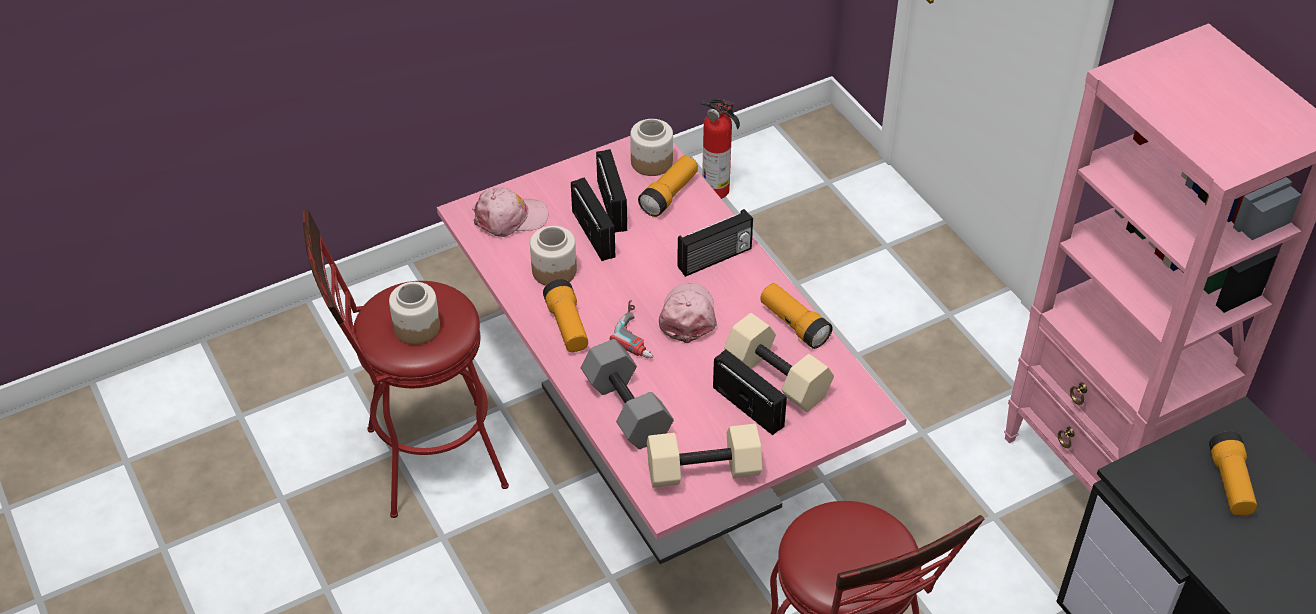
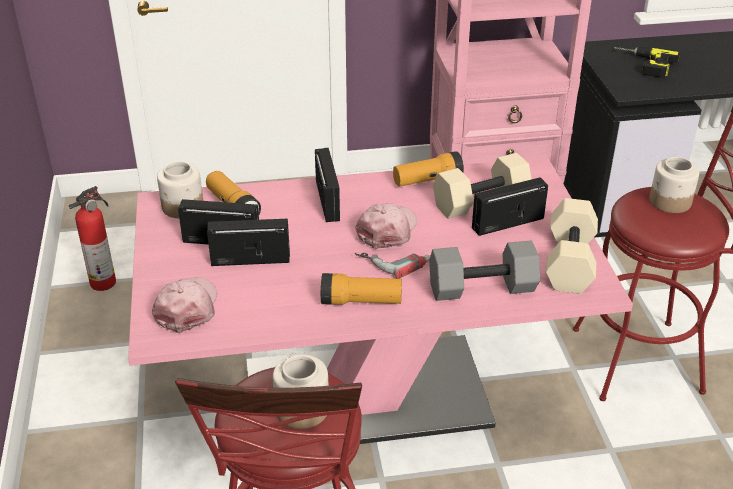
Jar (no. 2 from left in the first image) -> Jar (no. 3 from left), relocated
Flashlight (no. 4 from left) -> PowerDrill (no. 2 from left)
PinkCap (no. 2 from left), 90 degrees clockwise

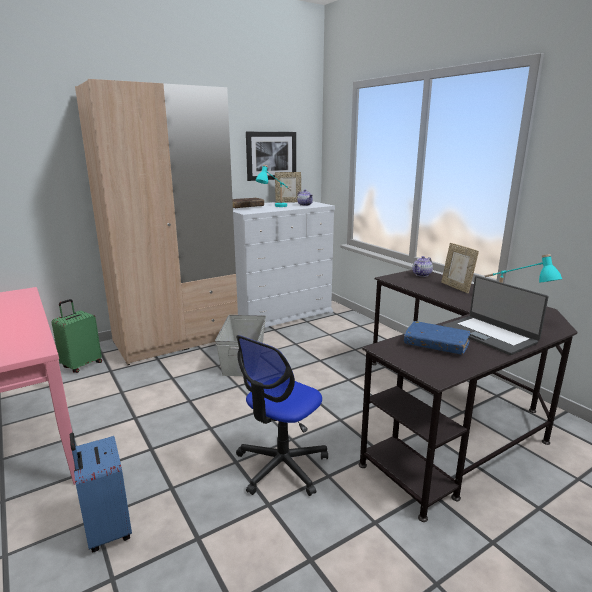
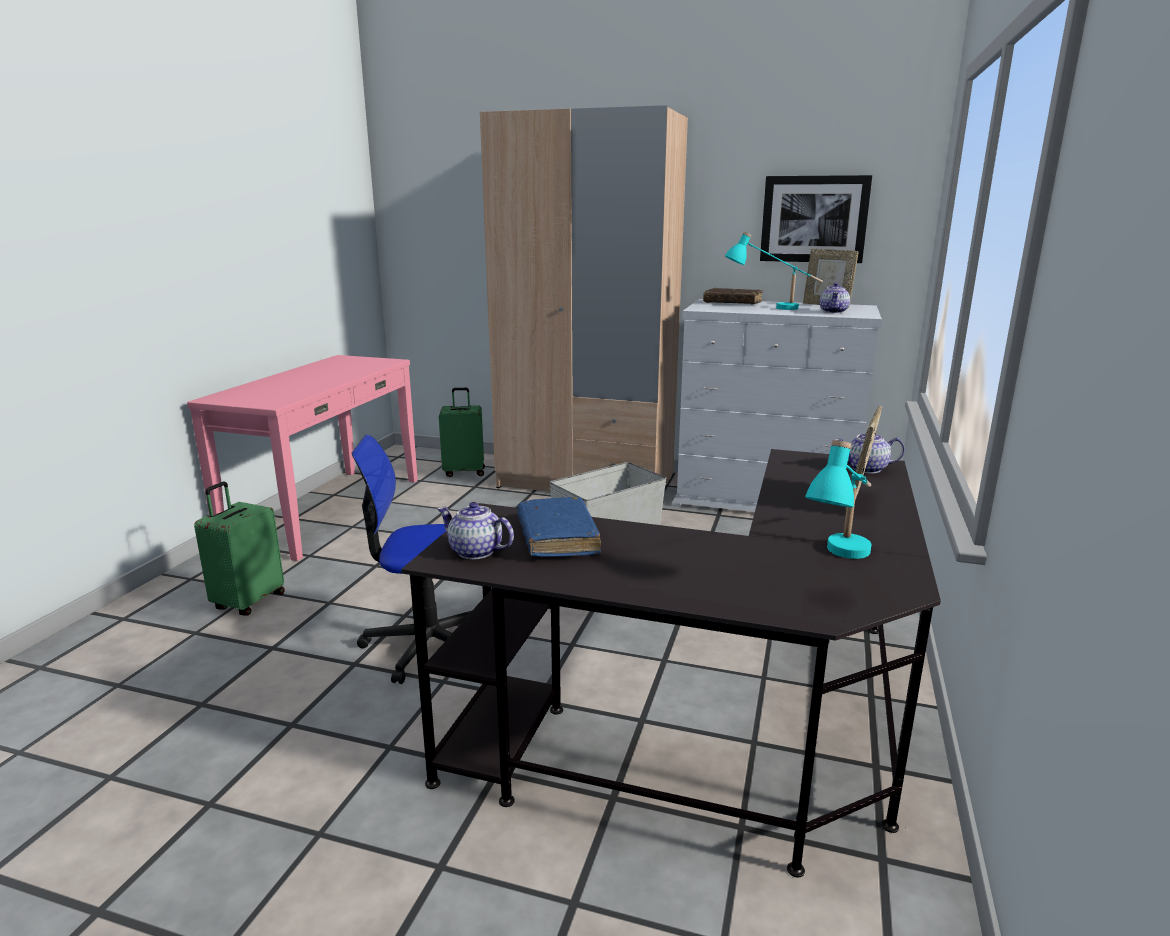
Laptop -> none
none -> Teapot (no. 1 from left)
BlueSuitcase -> GreenSuitcase (no. 1 from left)

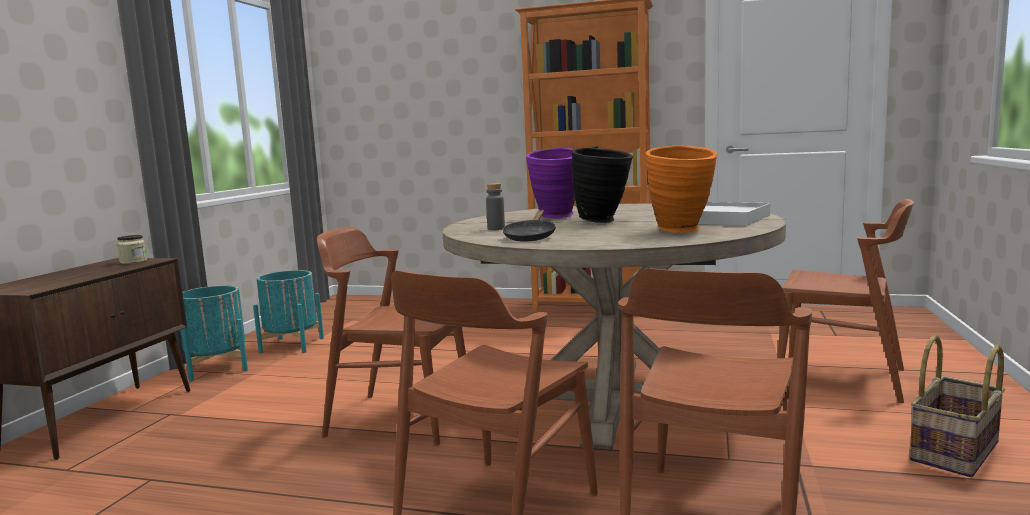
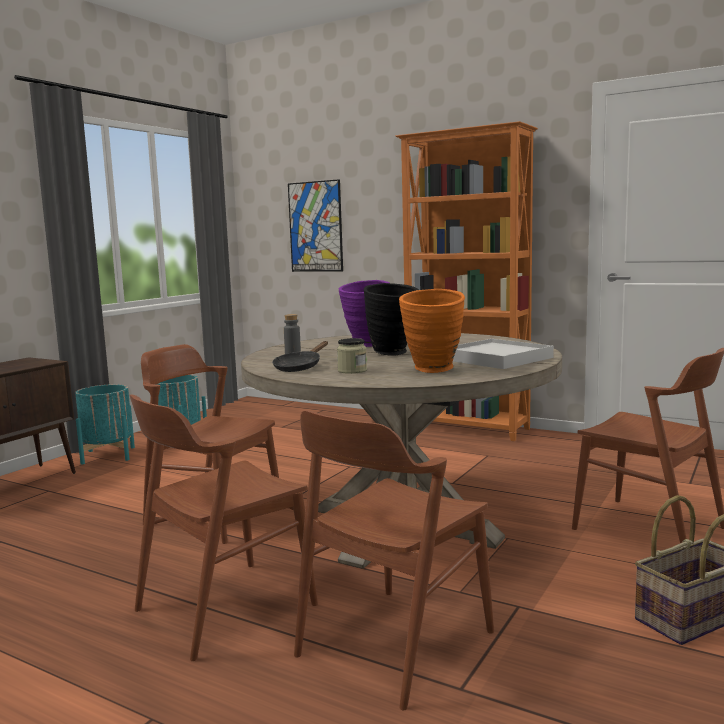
none -> Picture
Jar, relocated

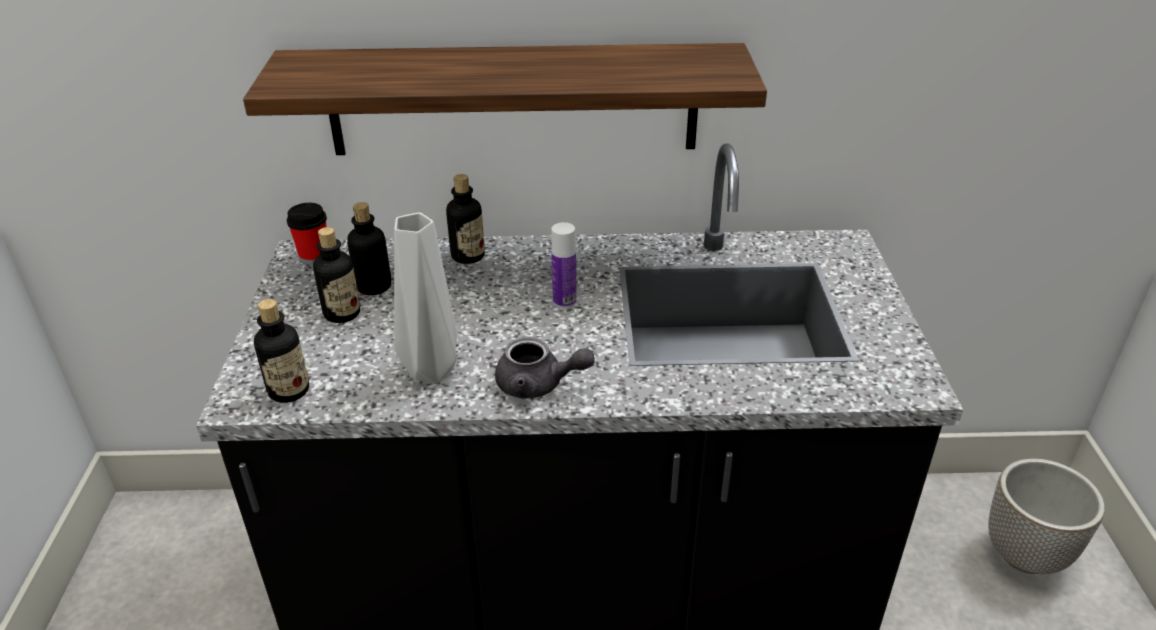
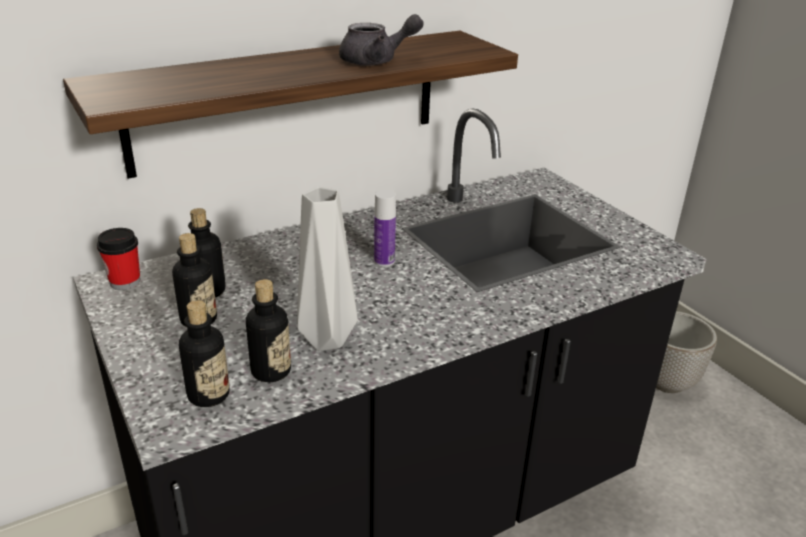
Bottle (no. 4 from left), relocated
GreyTeapot, relocated

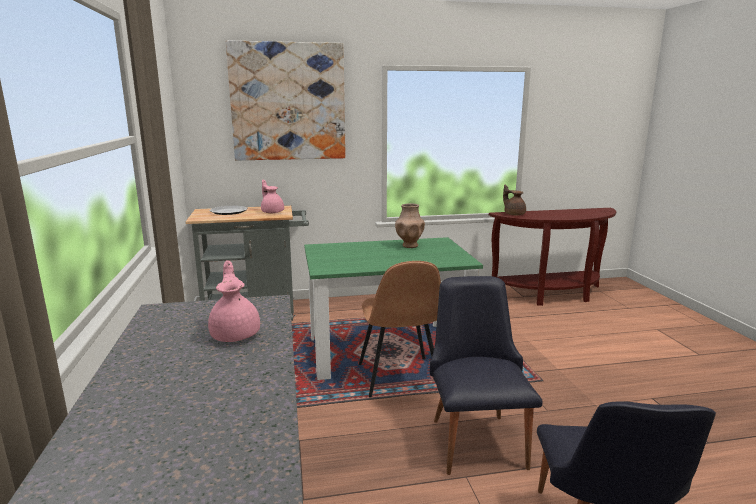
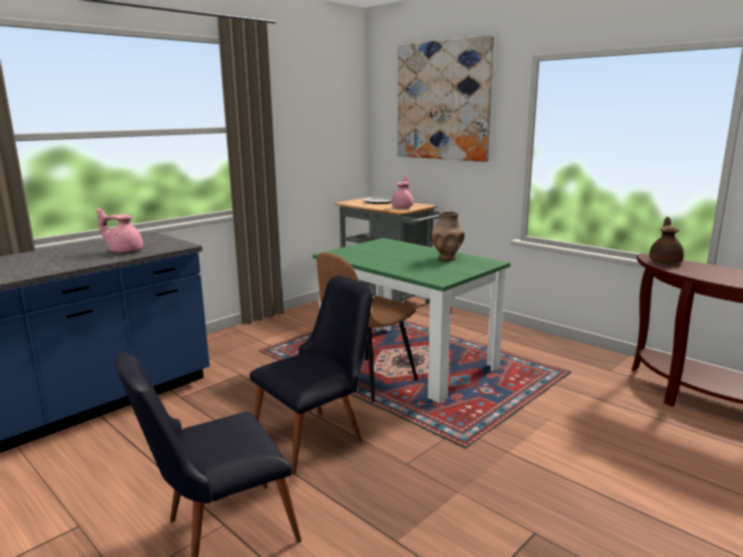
PinkTeapot (no. 1 from left), 120 degrees counterclockwise

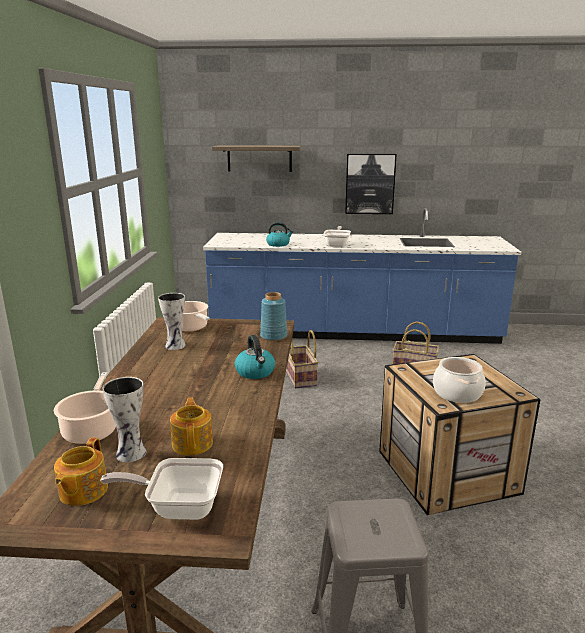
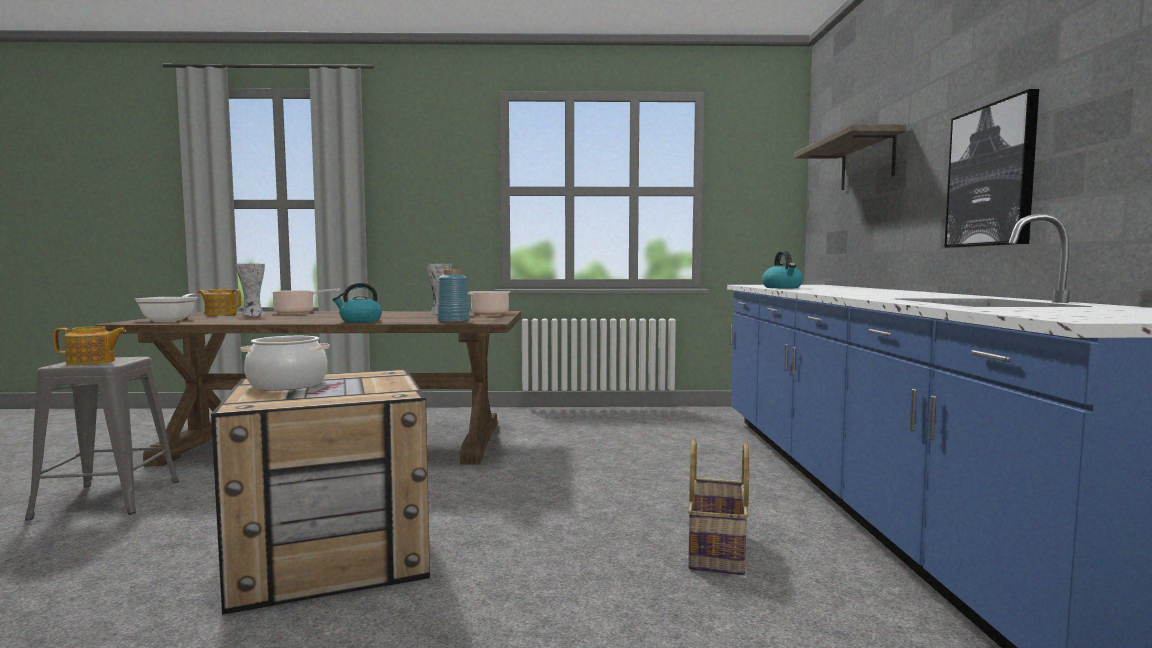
Basket (no. 1 from left) -> none
FryingPan (no. 2 from left) -> none
Teapot (no. 2 from left in the first image) -> Teapot (no. 1 from left), relocated

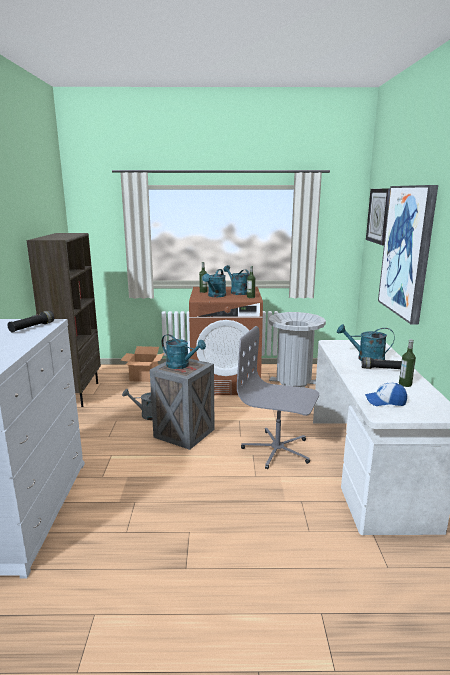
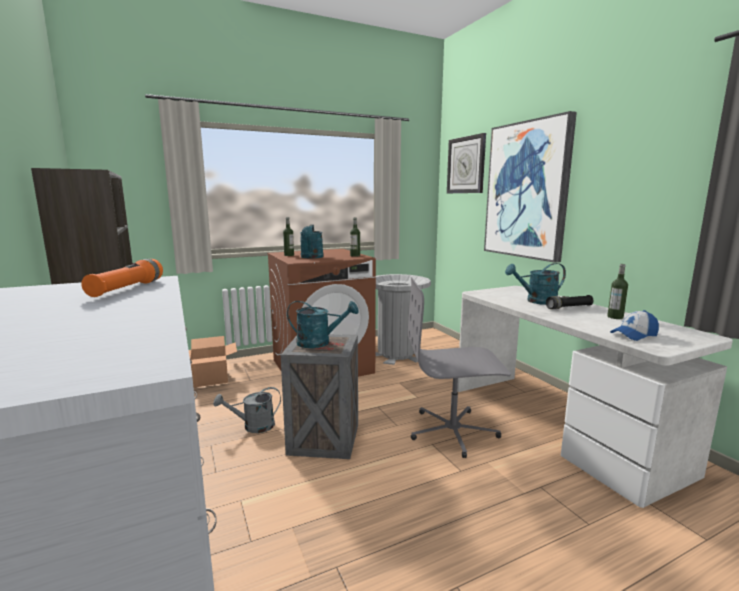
TurquoiseWateringCan (no. 3 from left) -> none
BlackFlashlight (no. 1 from left) -> OrangeFlashlight

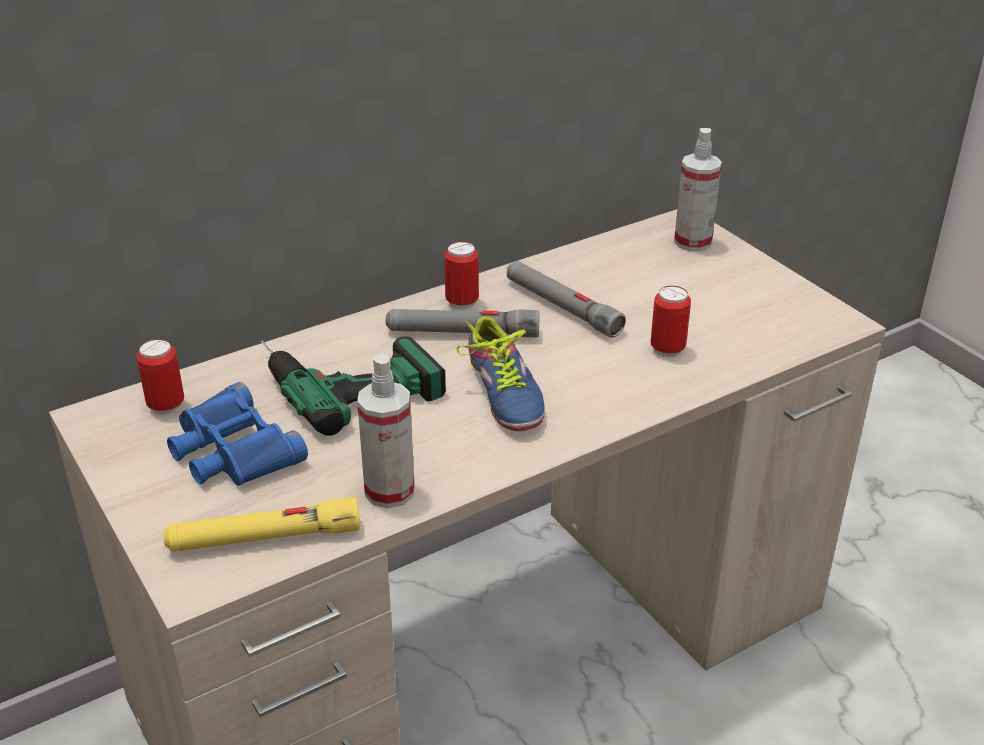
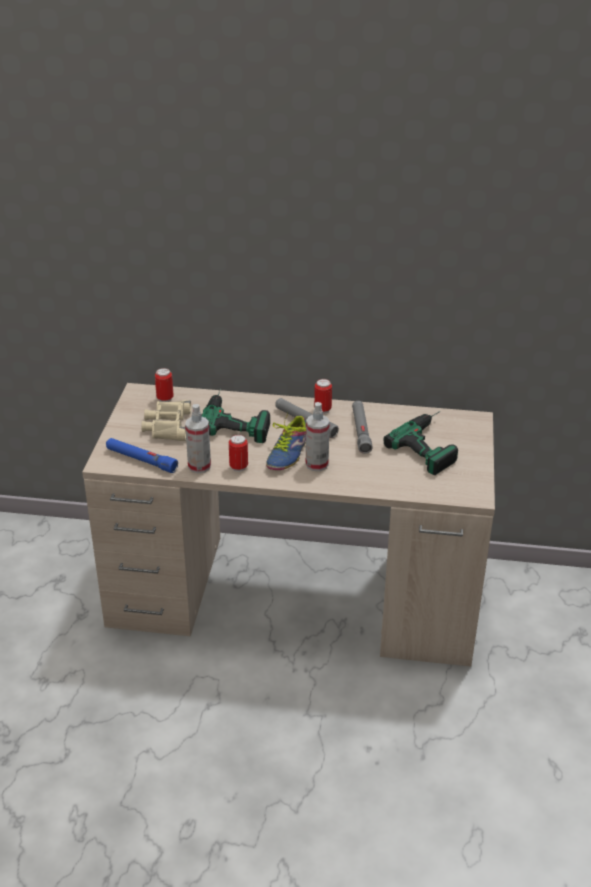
none -> PowerDrill (no. 2 from left)
Can (no. 3 from left in the first image) -> Can (no. 2 from left), relocated
SprayBottle (no. 2 from left), relocated
YellowFlashlight -> BlueFlashlight
BlueBinoculars -> BeigeBinoculars

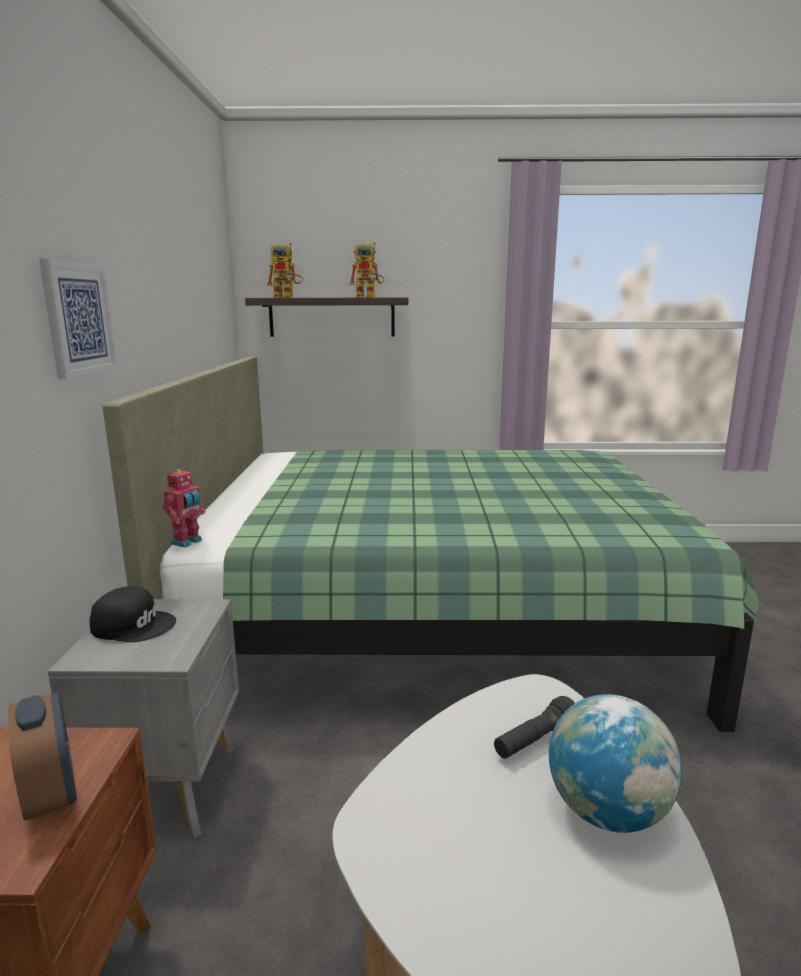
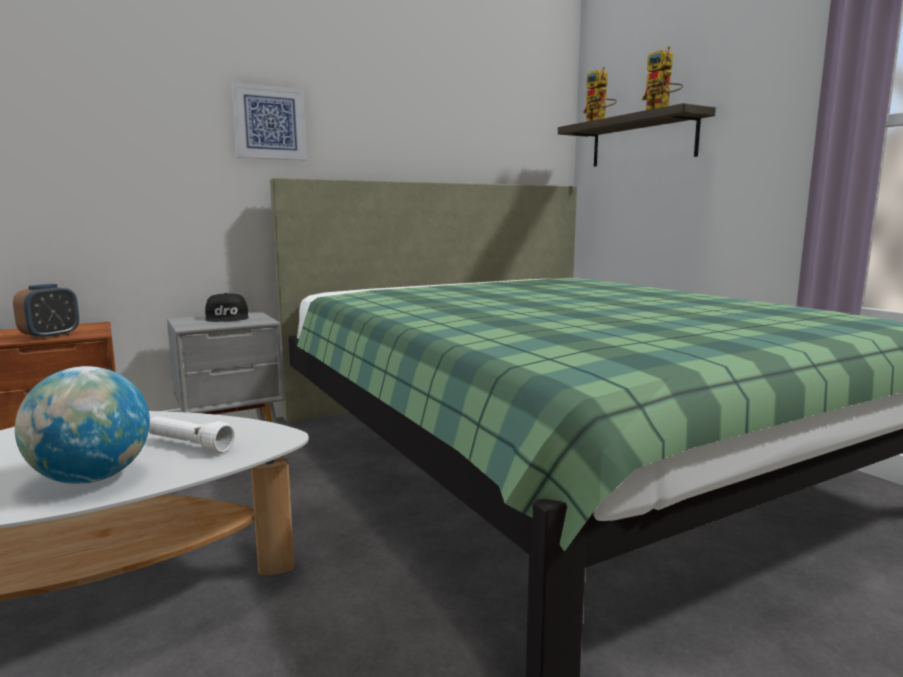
ToyRobot (no. 1 from left) -> none
BlackFlashlight -> WhiteFlashlight

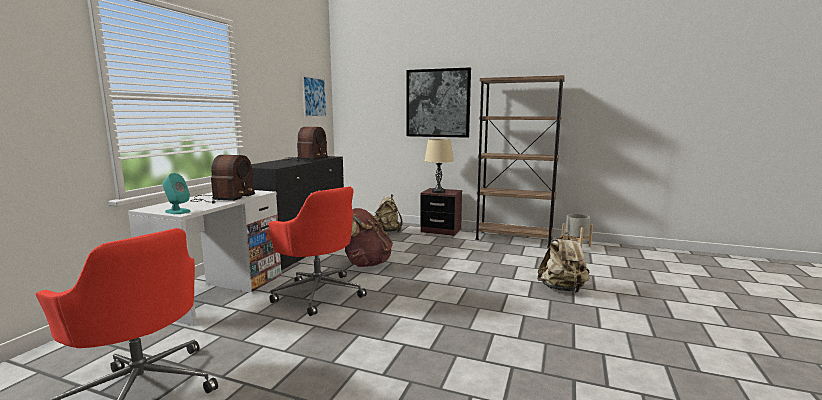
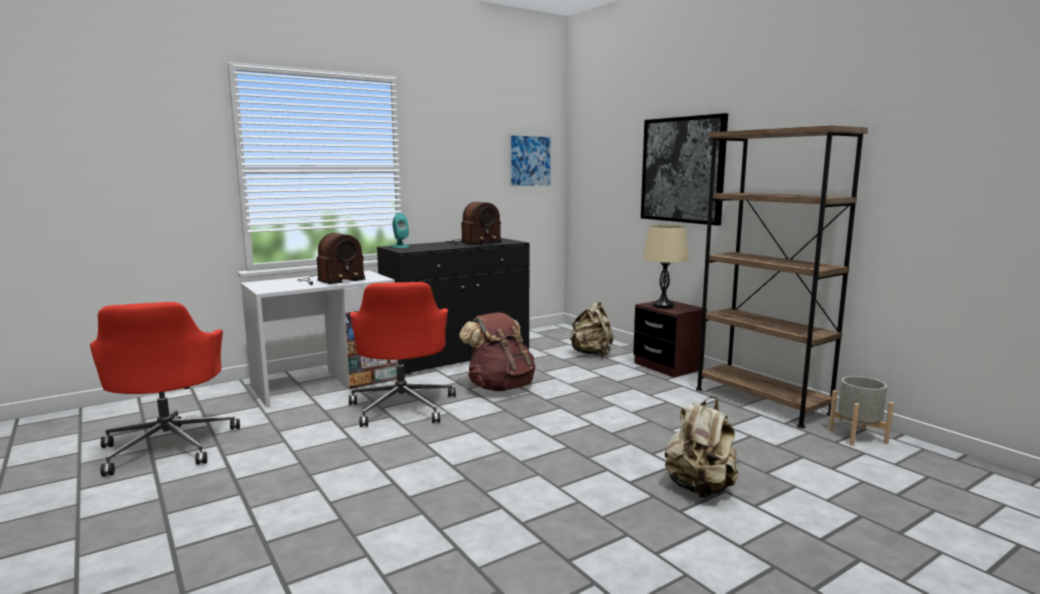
TurquoiseSpeaker, relocated

